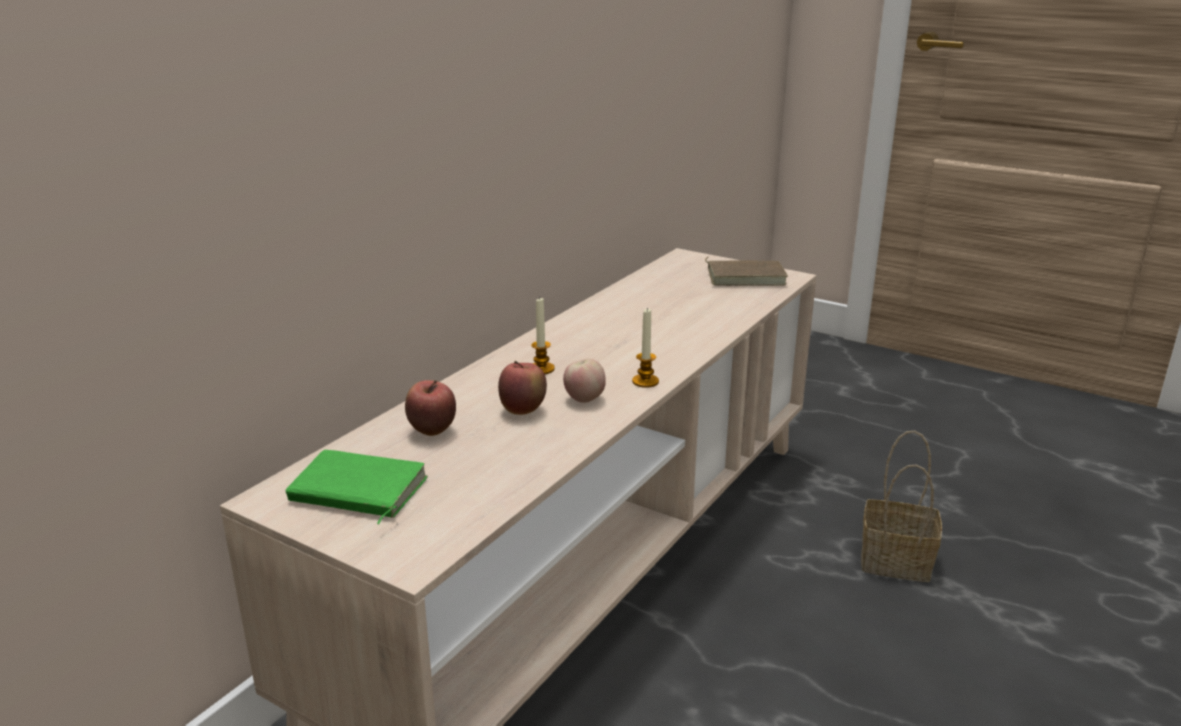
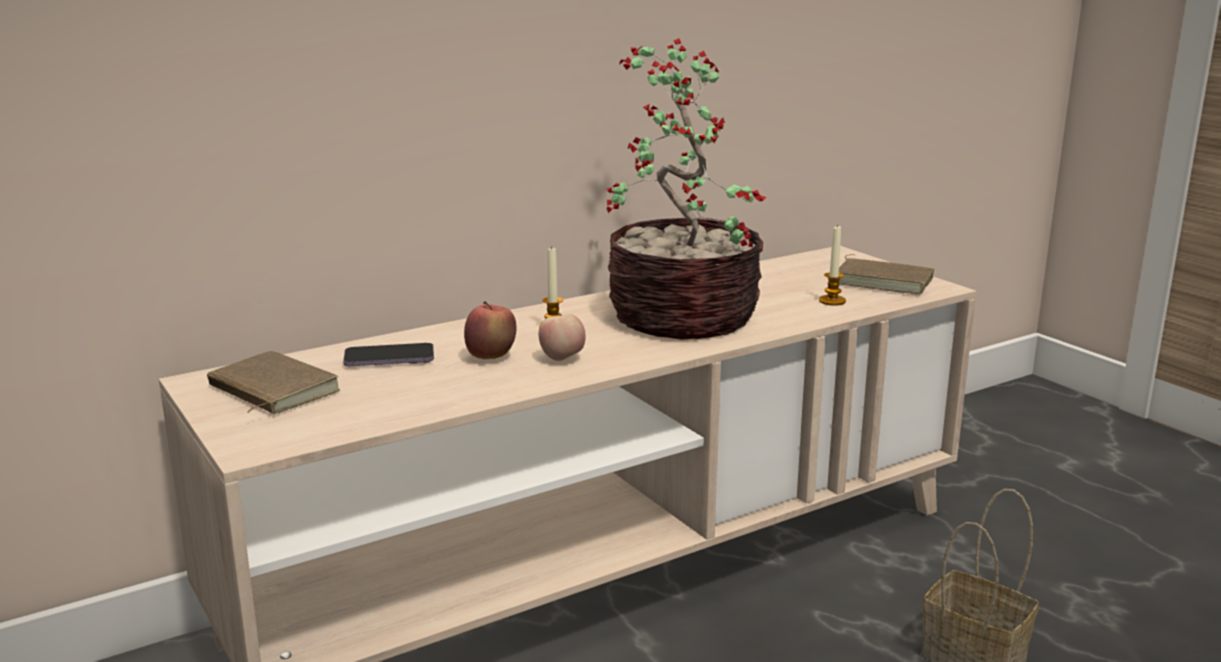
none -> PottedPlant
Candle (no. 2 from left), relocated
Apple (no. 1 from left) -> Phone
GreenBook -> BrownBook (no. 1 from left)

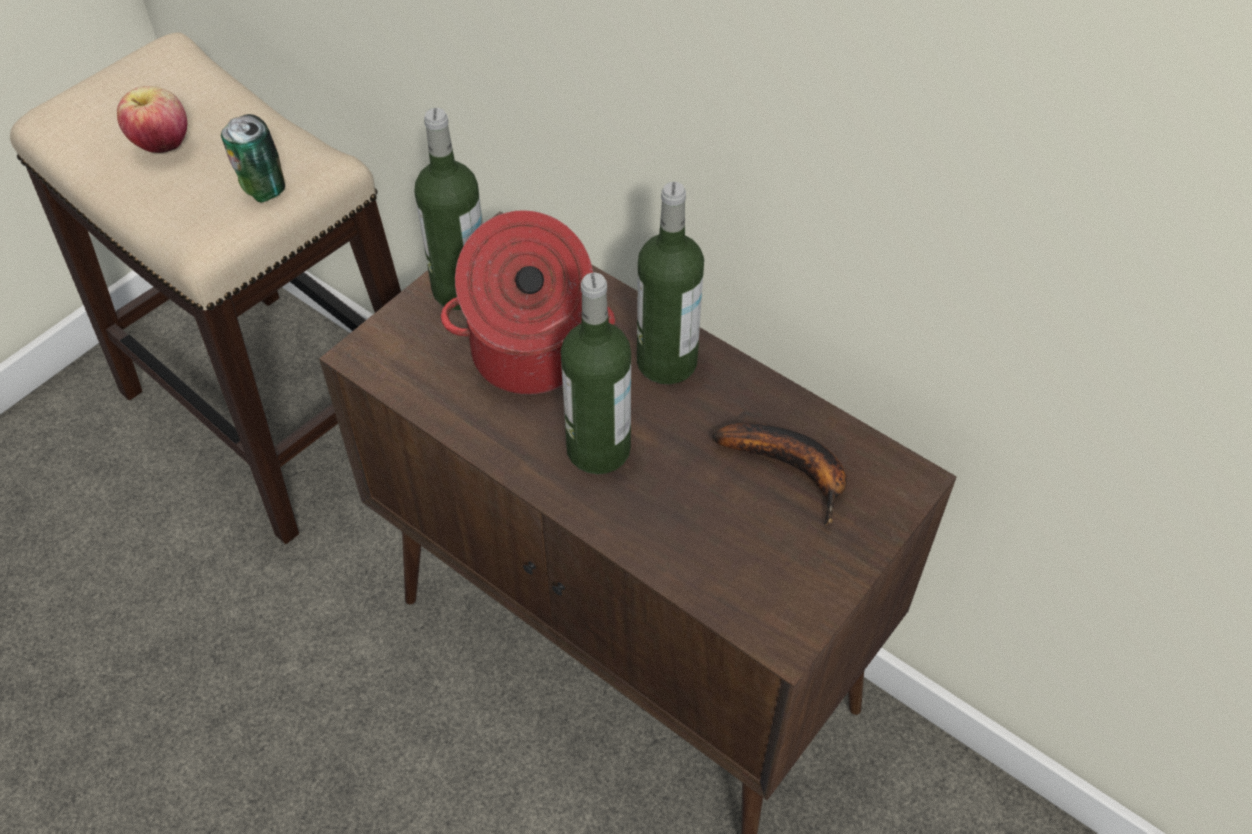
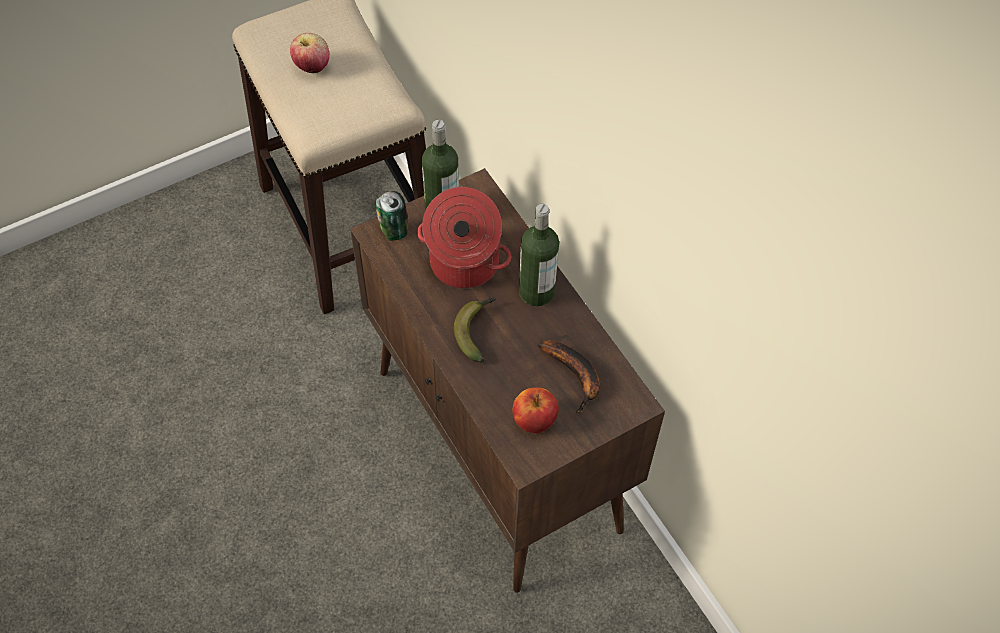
none -> Apple (no. 2 from left)
Can, relocated
Bottle (no. 2 from left) -> Banana (no. 1 from left)

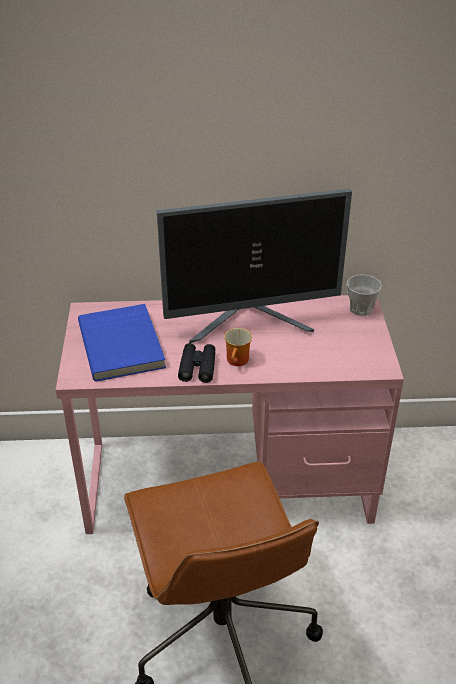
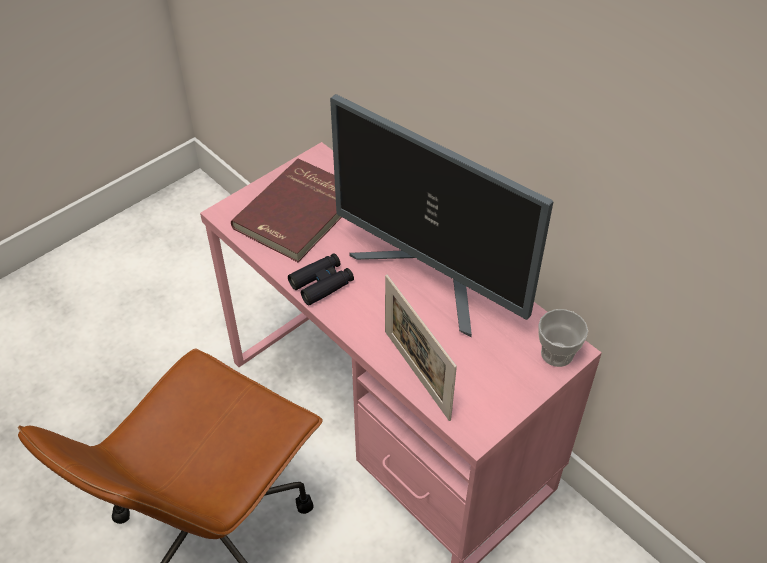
Mug -> none
none -> PictureFrame
BlueBook -> RedBook

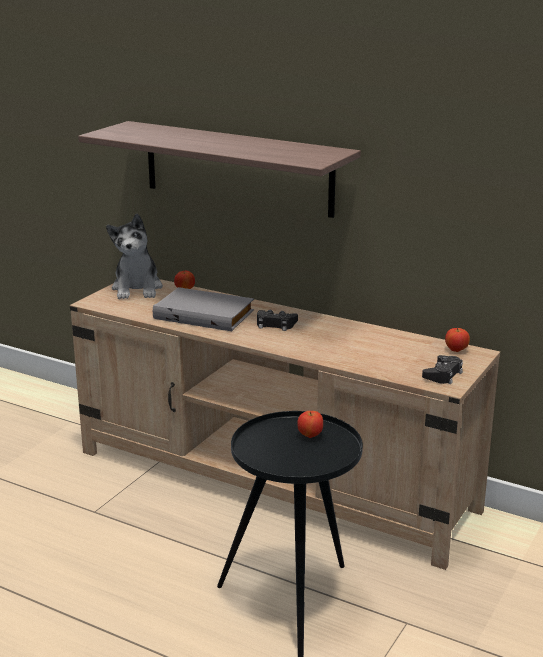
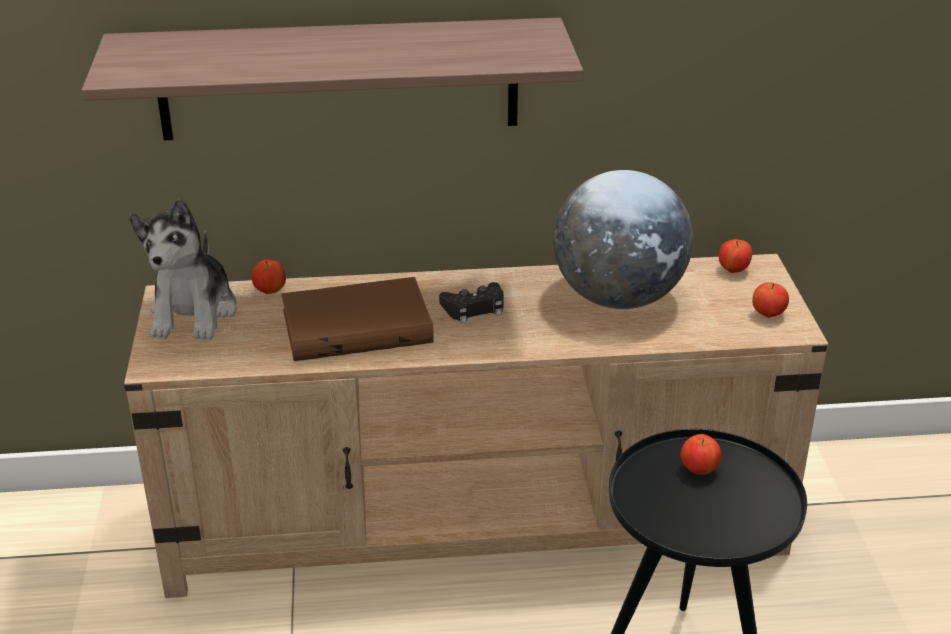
none -> Globe
BlackGameController (no. 2 from left) -> Apple (no. 4 from left)
GreyBook -> BrownBook
PlushToy, 45 degrees clockwise

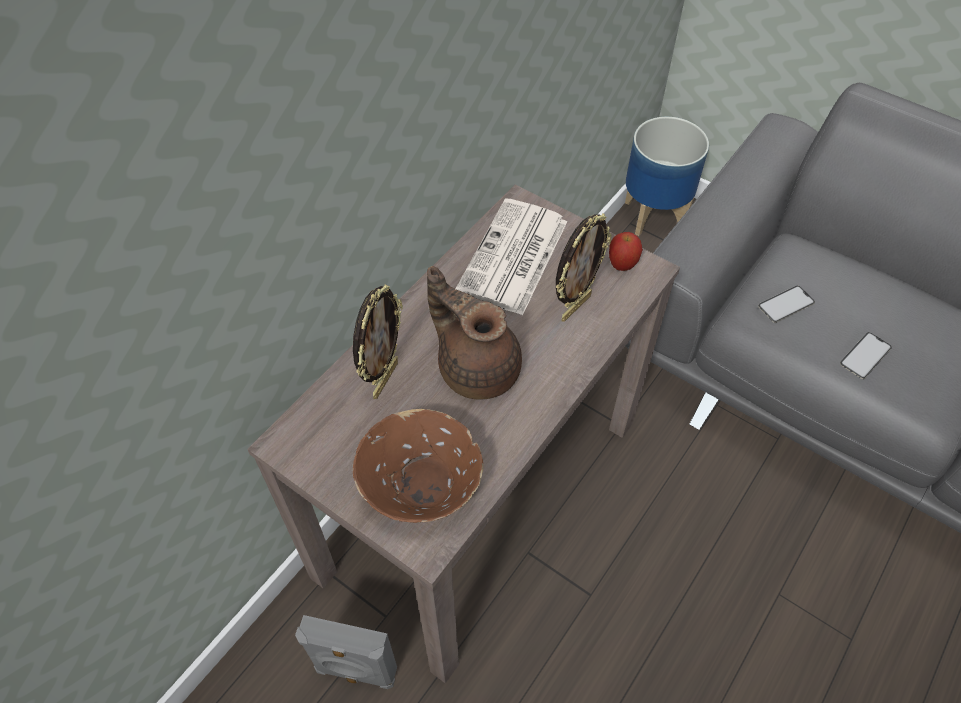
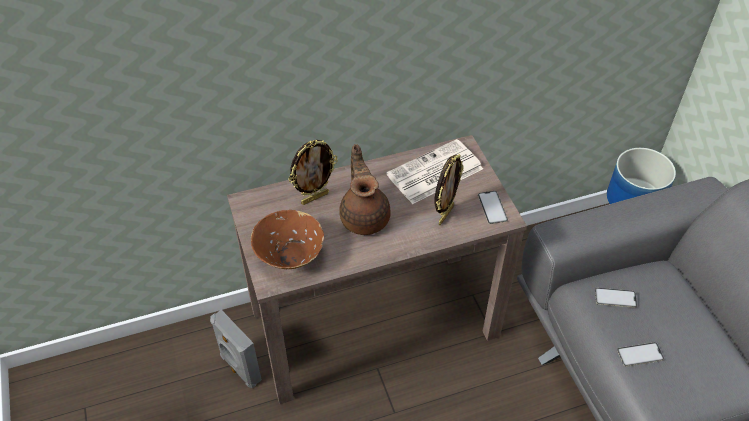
Apple -> Phone (no. 1 from left)
PictureFrame (no. 2 from left), 45 degrees counterclockwise

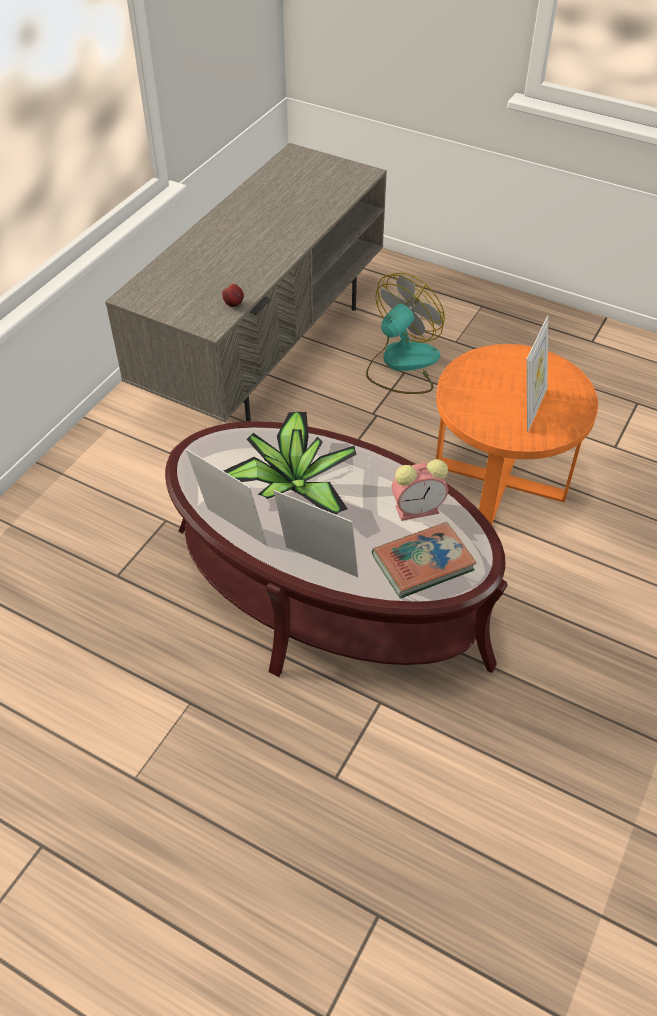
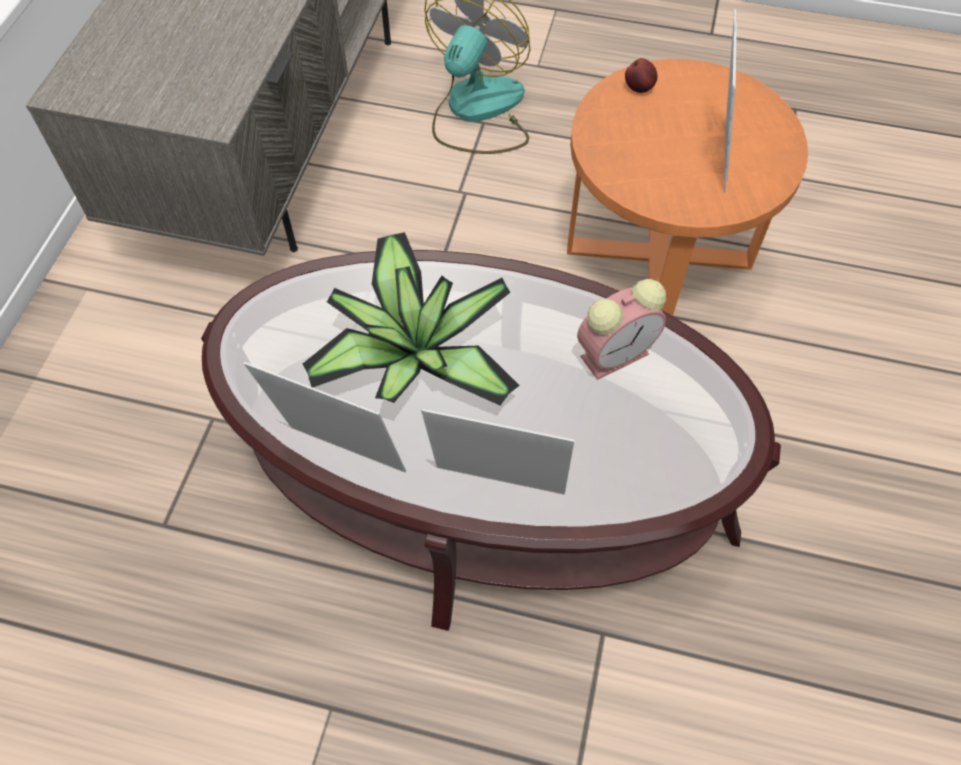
Book -> none
Apple, relocated

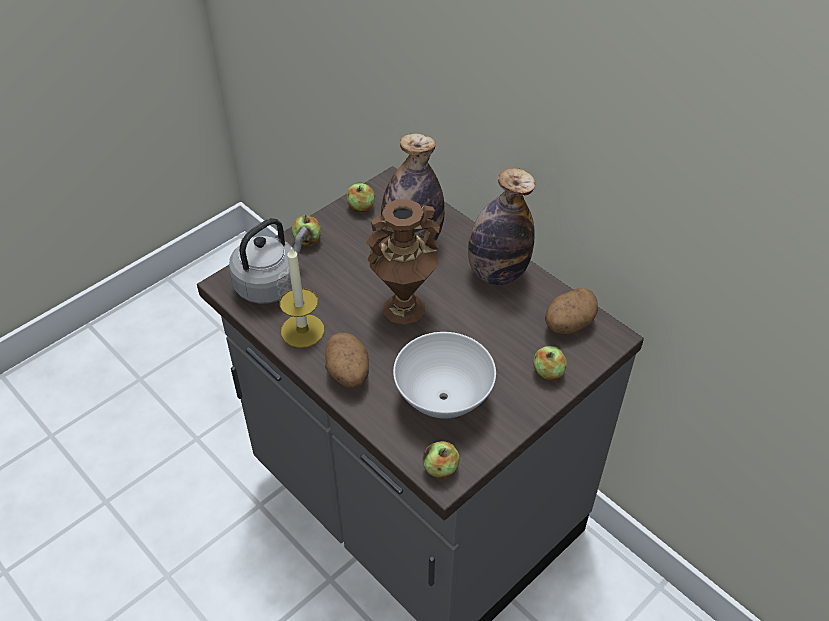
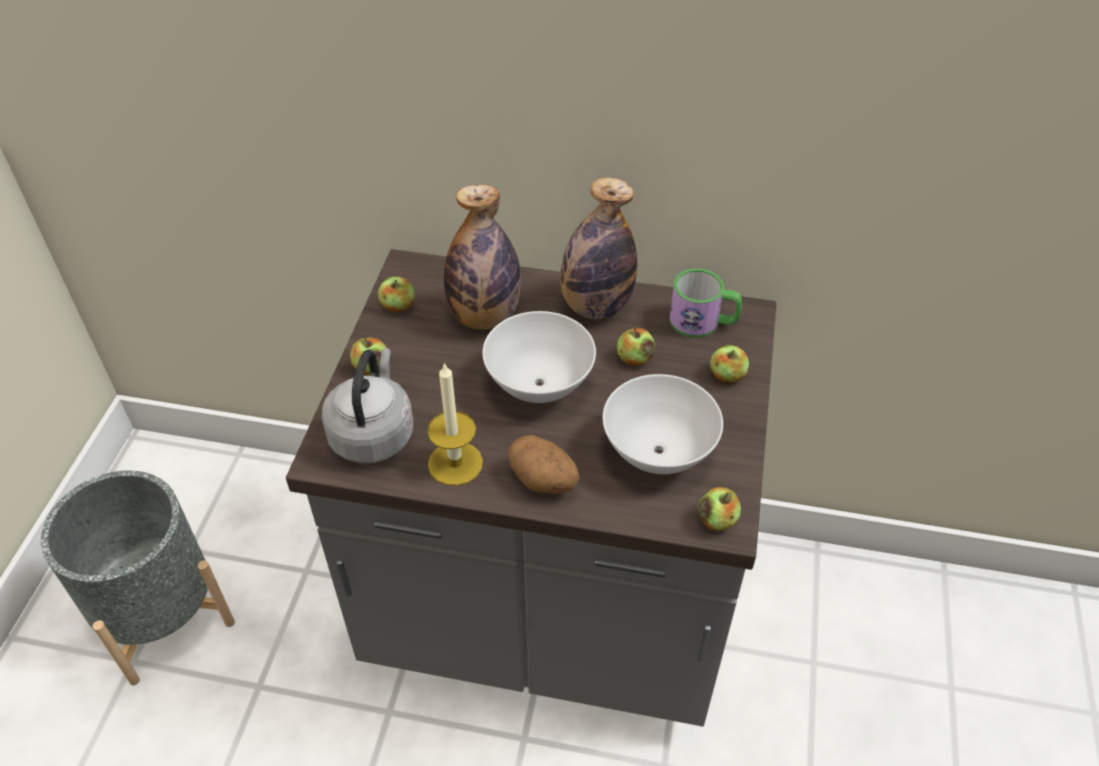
none -> GreyPlanter
none -> Apple (no. 3 from left)
BrownVase -> WhiteBowl (no. 1 from left)
Potato (no. 2 from left) -> Mug

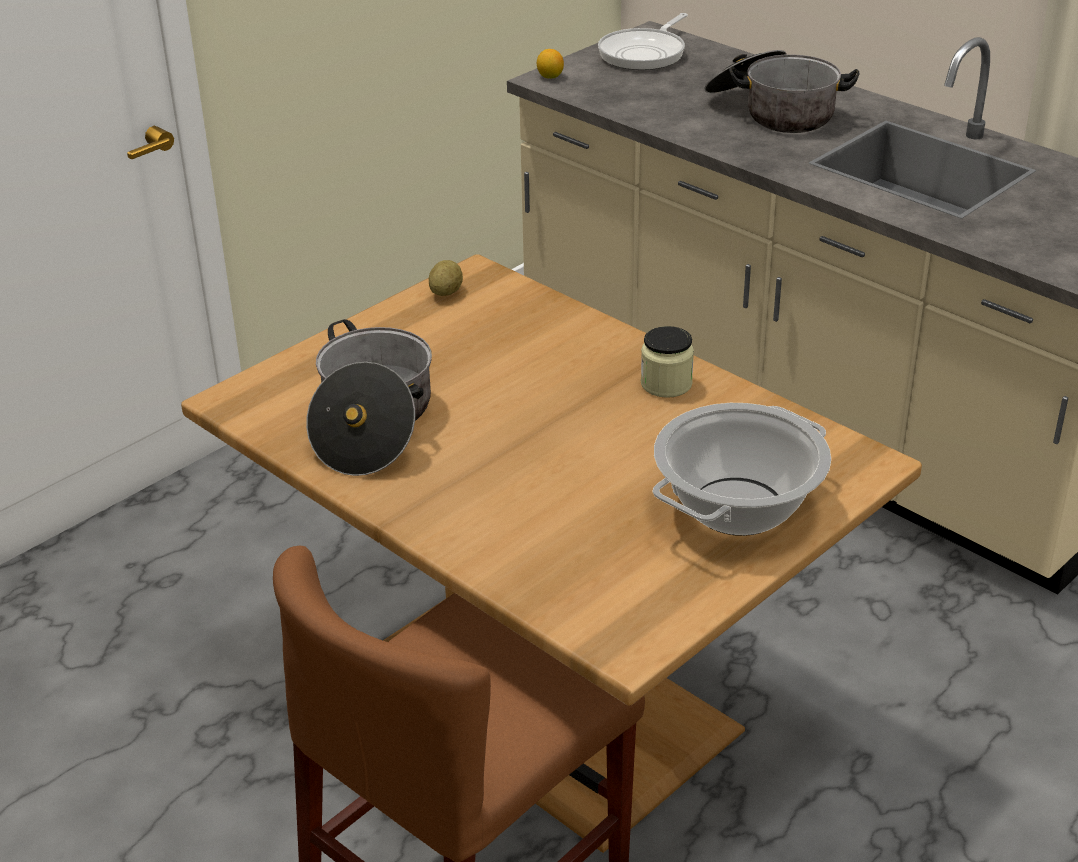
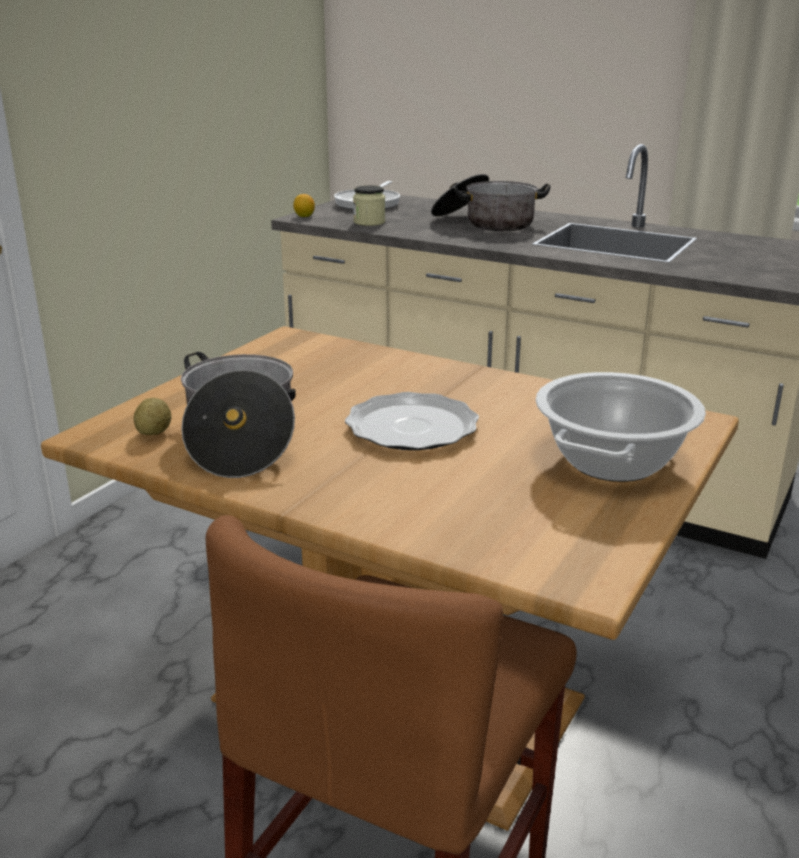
none -> Plate
Potato, relocated
Jar, relocated

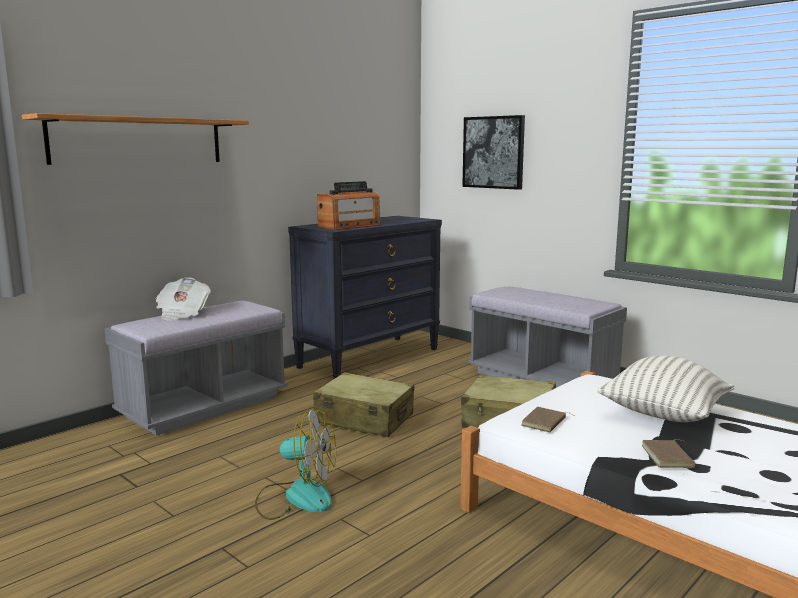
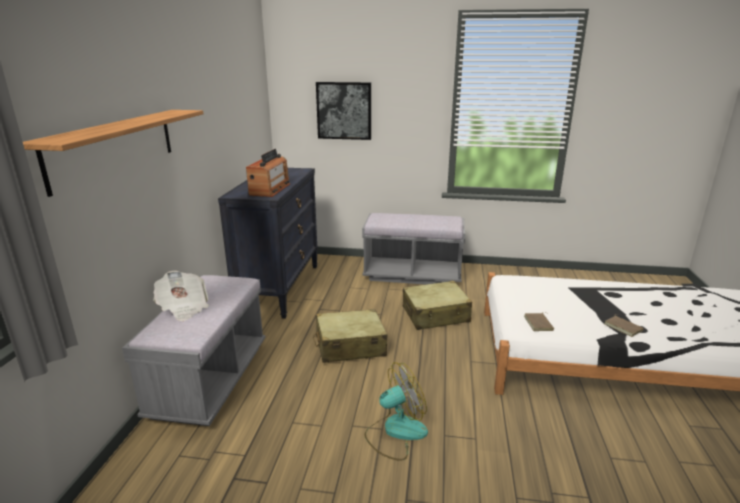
Pillow -> none

